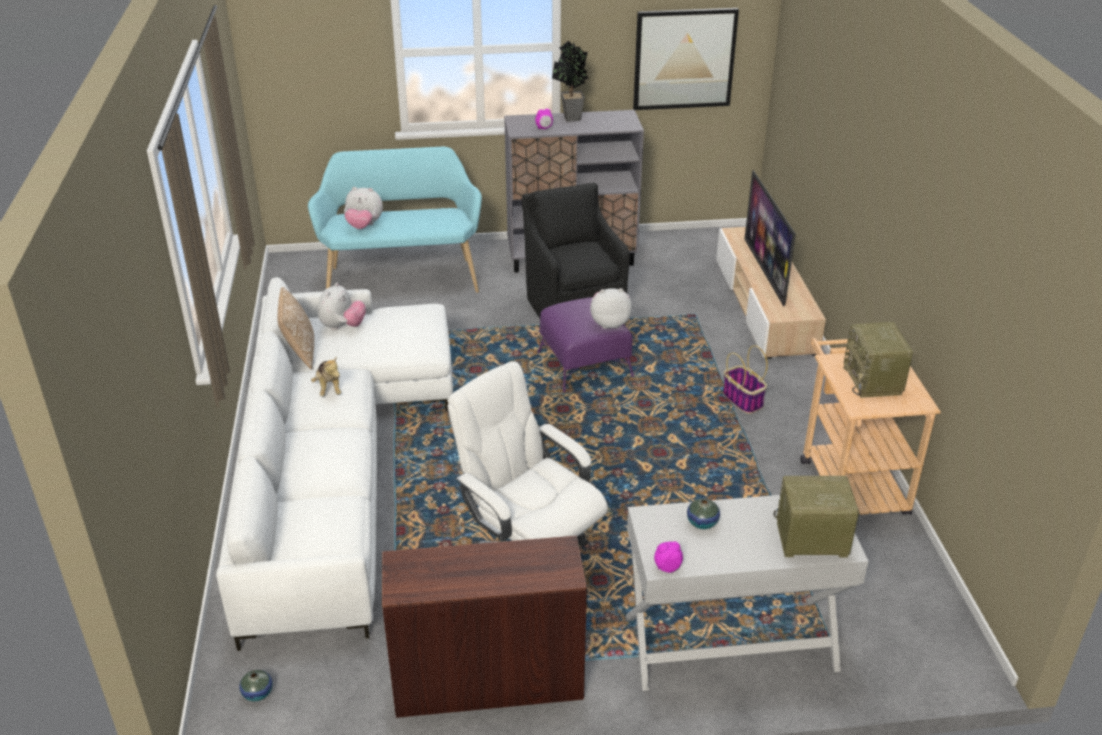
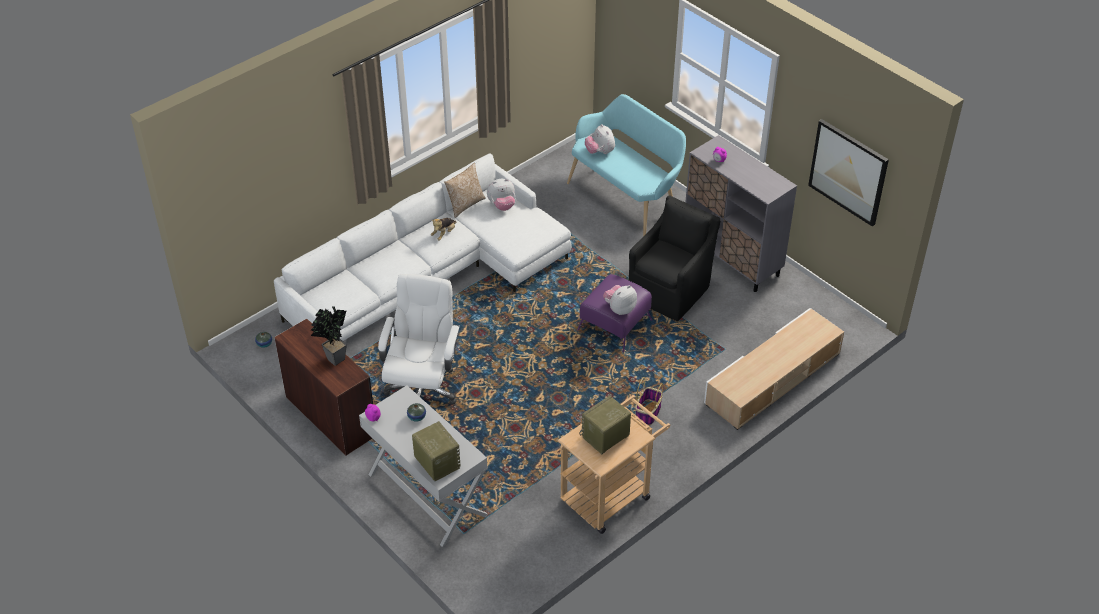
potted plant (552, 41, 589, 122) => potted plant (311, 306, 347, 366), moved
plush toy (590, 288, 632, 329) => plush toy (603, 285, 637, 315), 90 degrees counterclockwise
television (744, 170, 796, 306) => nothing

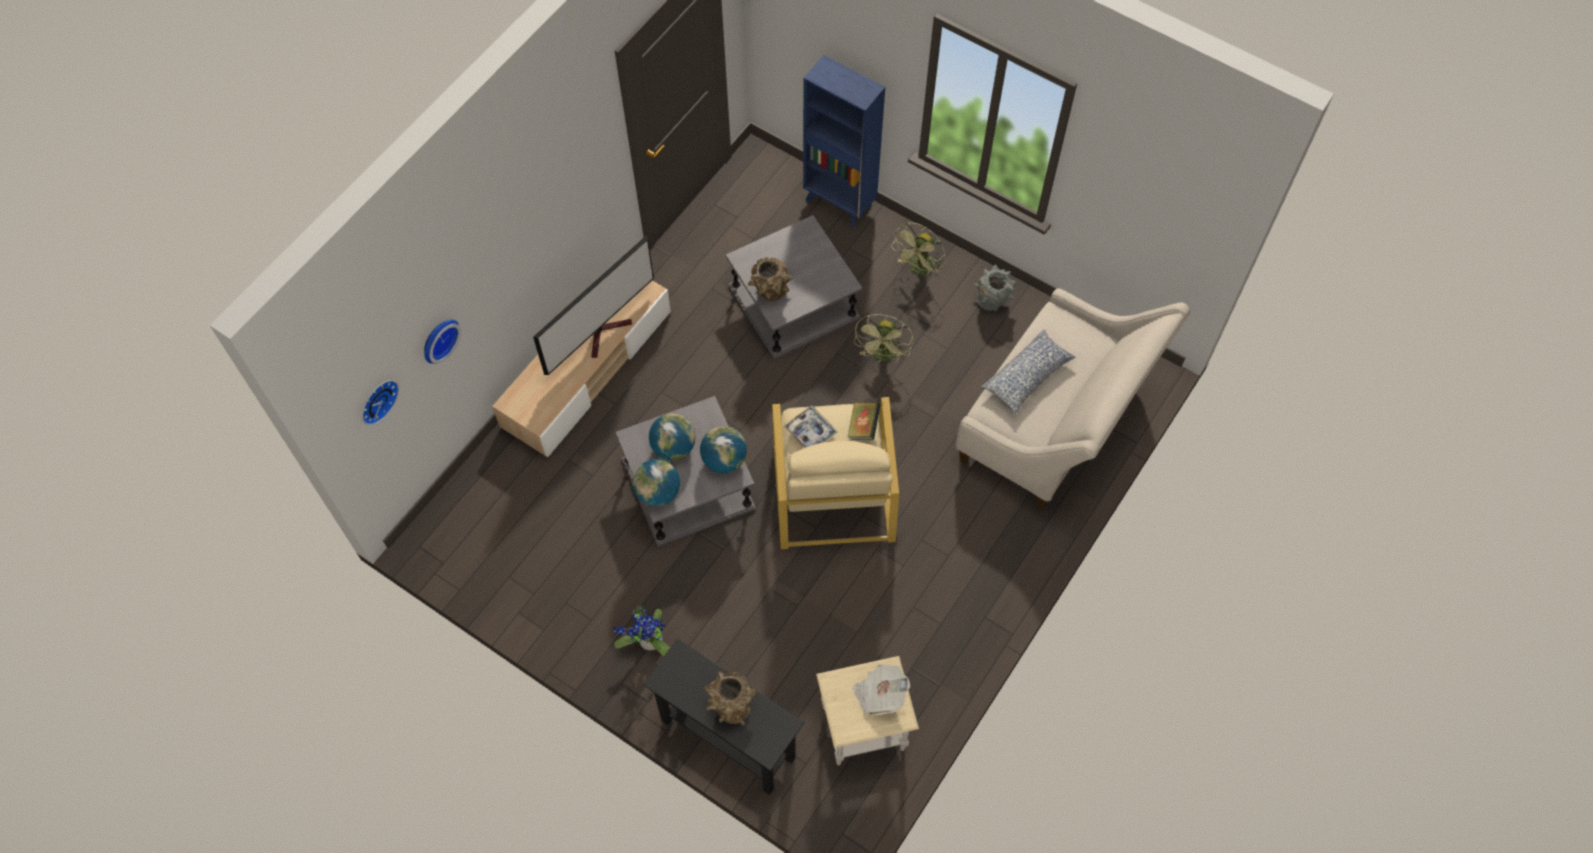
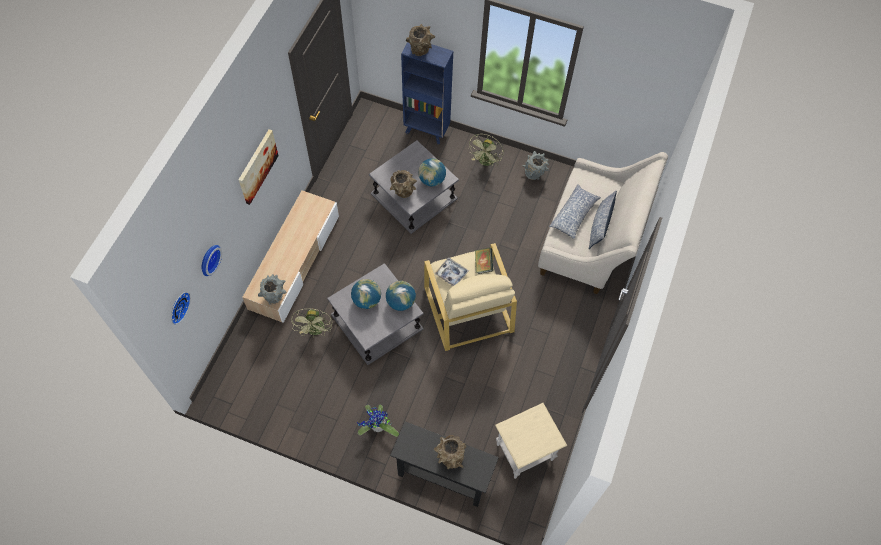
television (533, 235, 654, 375) => nothing
globe (633, 459, 680, 506) => globe (418, 158, 446, 186), moved
newspaper (852, 665, 910, 715) => nothing
fan (green) (854, 314, 914, 362) => fan (green) (291, 308, 332, 338), moved
nothing => picture (238, 129, 279, 205)
nothing => vase (grey) (258, 274, 286, 305)
nothing => vase (brown) (406, 24, 435, 56)
nothing => pillow (589, 191, 617, 249)

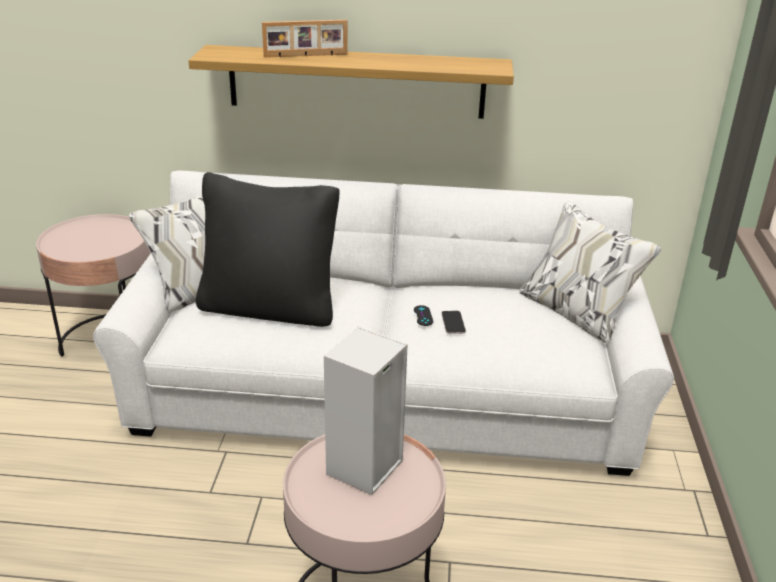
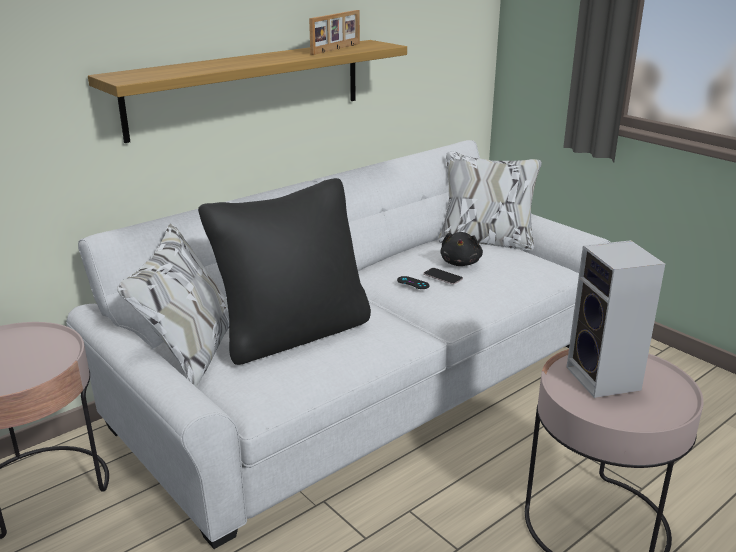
picture frame (262, 20, 347, 58) => picture frame (309, 10, 360, 55), moved
nothing => plush toy (black) (440, 232, 483, 266)

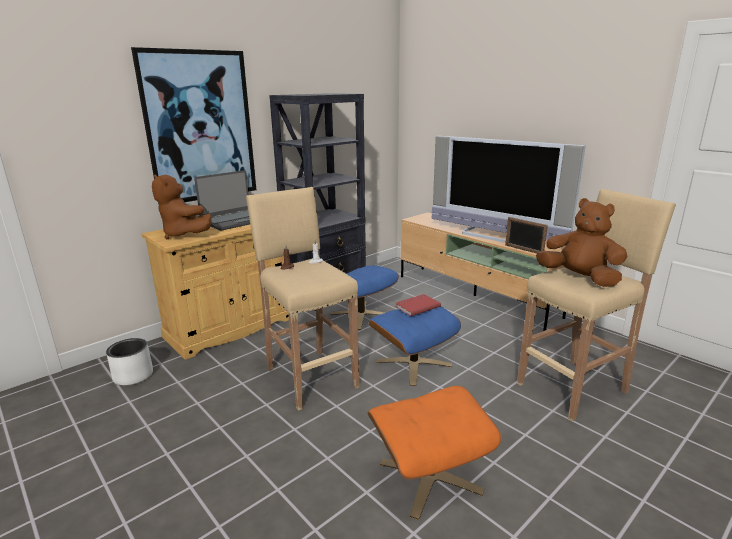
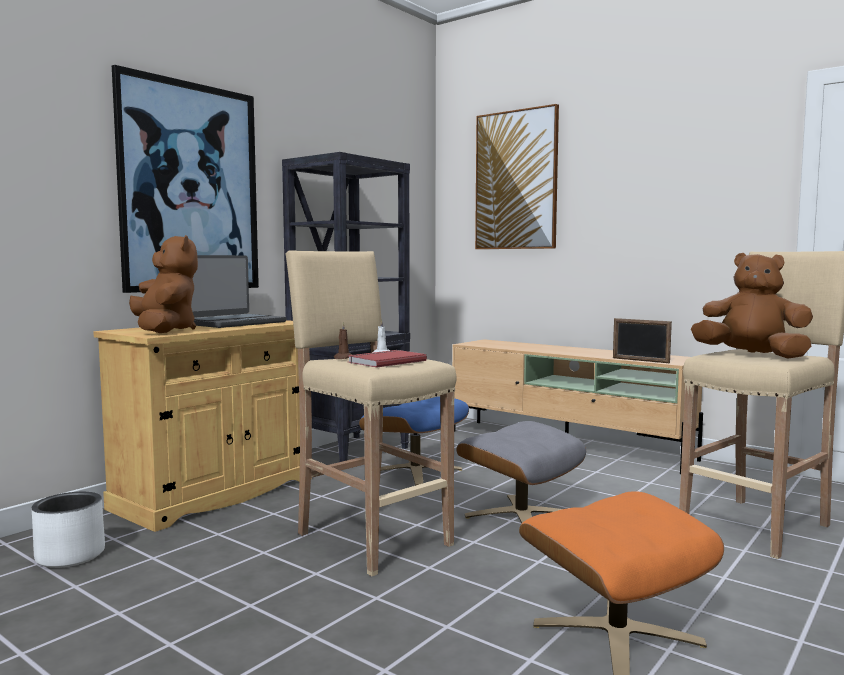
plush toy (brown) (152, 174, 212, 240) => plush toy (brown) (129, 235, 198, 333), 150 degrees counterclockwise
ottoman (blue) (369, 306, 461, 386) => ottoman (grey) (456, 421, 586, 523)
book (red) (395, 294, 441, 316) => book (red) (348, 350, 427, 368), moved
television (432, 136, 586, 243) => nothing
nothing => picture (475, 104, 559, 249)

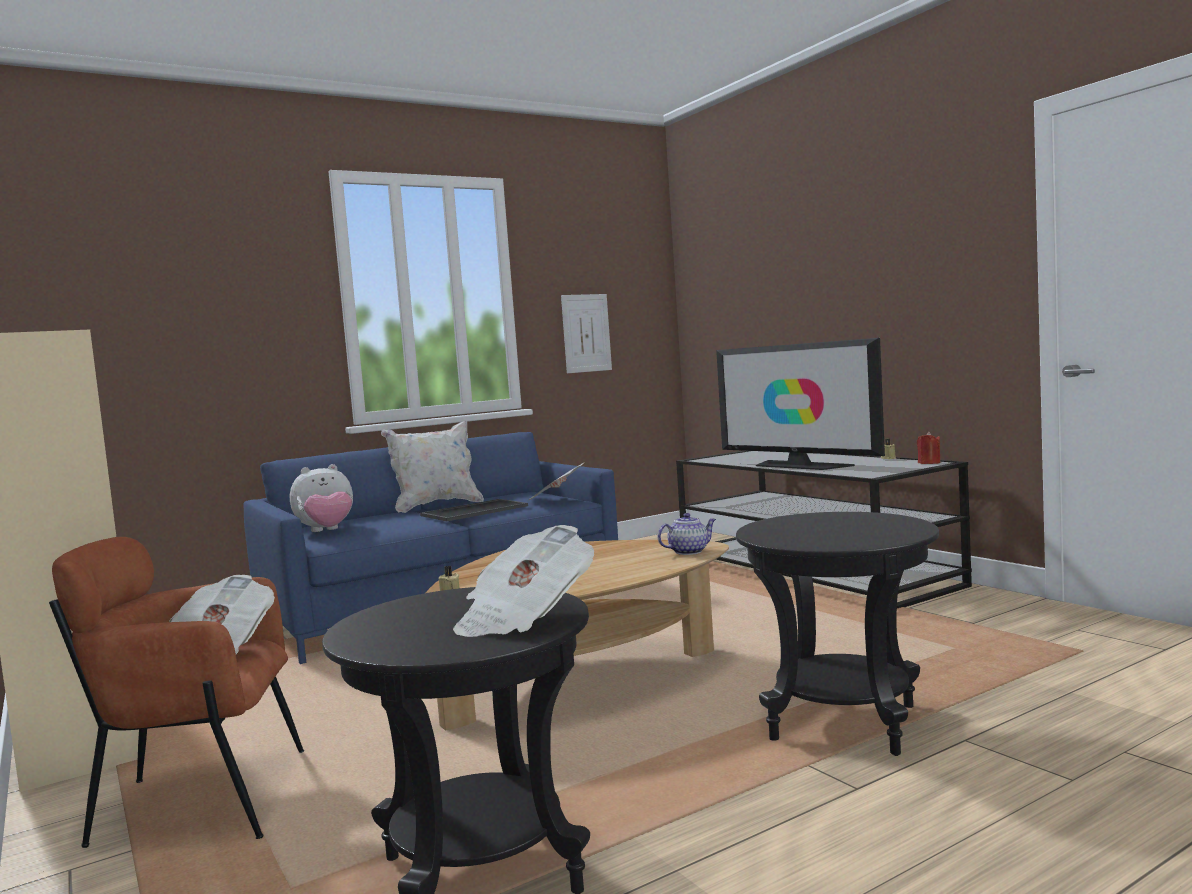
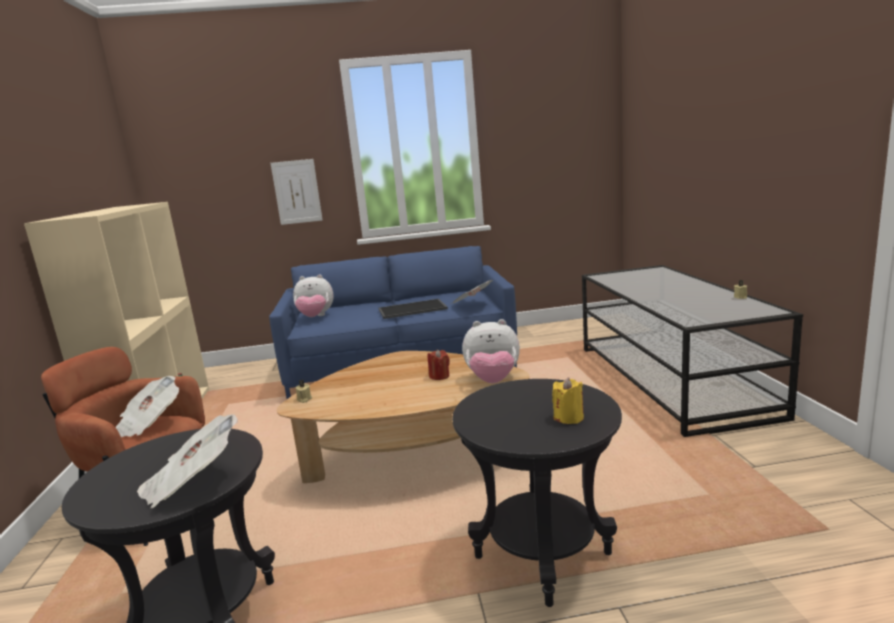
pillow (white) (381, 421, 484, 513) => nothing
picture (561, 294, 612, 373) => picture (271, 159, 323, 225), moved
teapot (658, 513, 716, 555) => plush toy (462, 319, 520, 383)
television (716, 338, 885, 470) => nothing
candle (red) (917, 432, 940, 464) => candle (red) (428, 349, 450, 380), moved
nothing => candle (yellow) (552, 377, 584, 424)

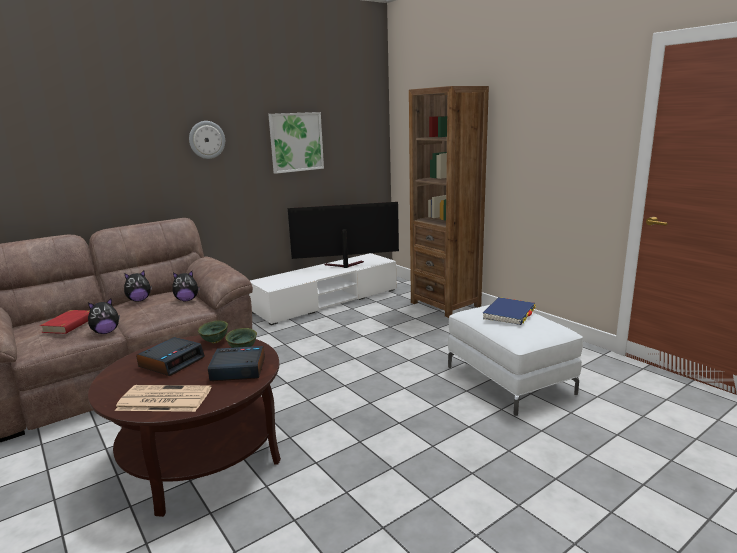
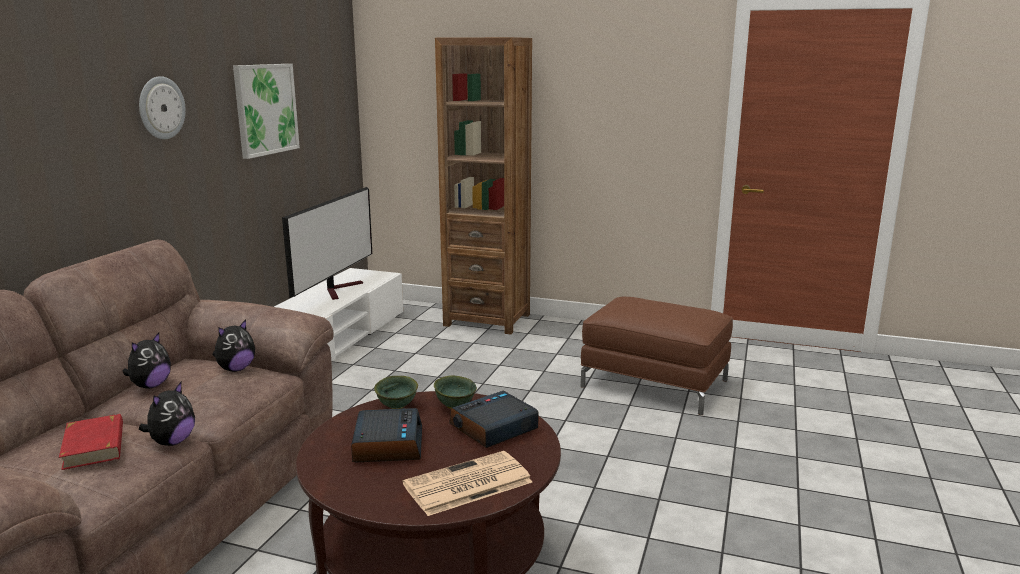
television (288, 202, 399, 268) => television (282, 187, 372, 300), 150 degrees clockwise
ottoman (white) (448, 305, 583, 416) => ottoman (brown) (581, 297, 733, 415)
book (blue) (483, 297, 536, 325) => nothing

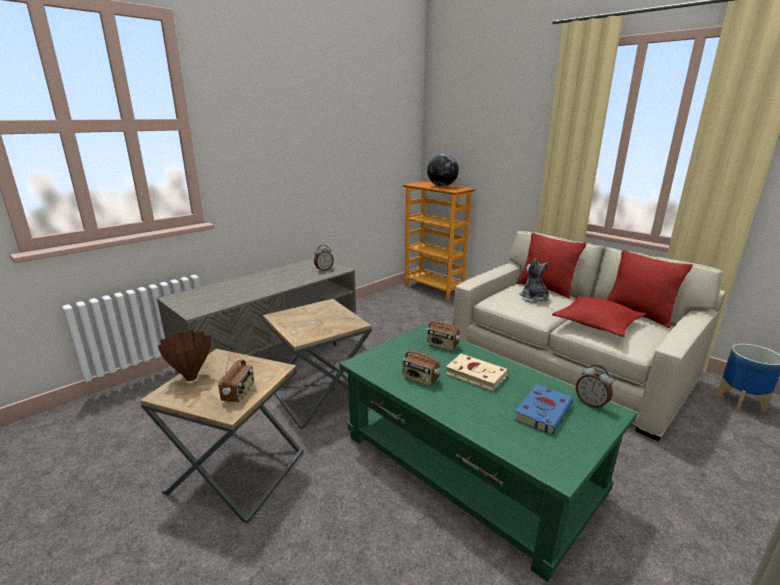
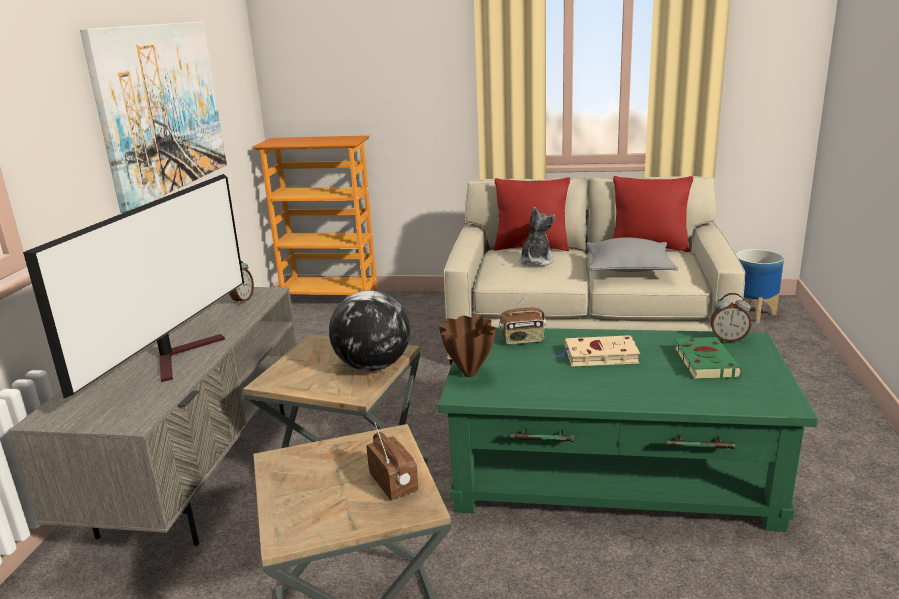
vase (brown) (158, 330, 211, 381) => vase (brown) (439, 315, 496, 377), moved
radio (403, 343, 440, 386) => nothing
globe (427, 154, 459, 187) => globe (329, 290, 410, 371), moved
book (blue) (514, 384, 573, 435) => book (green) (674, 337, 742, 380)
plush toy (519, 258, 550, 303) => plush toy (519, 207, 555, 266), 75 degrees clockwise
pillow (red) (552, 296, 646, 337) => pillow (grey) (586, 238, 678, 272)
nothing => television (23, 174, 244, 398)
nothing => picture (80, 21, 227, 213)

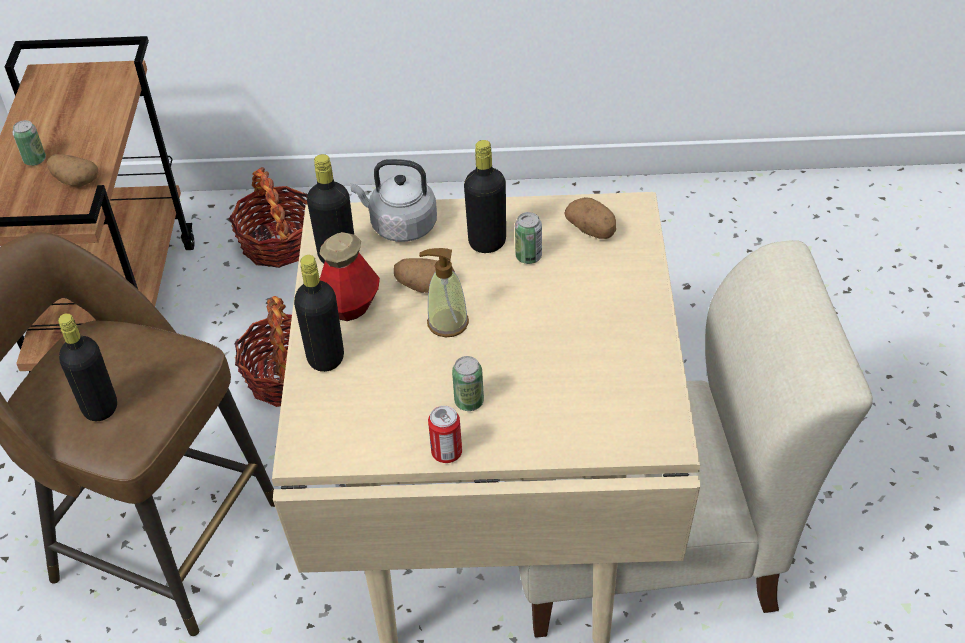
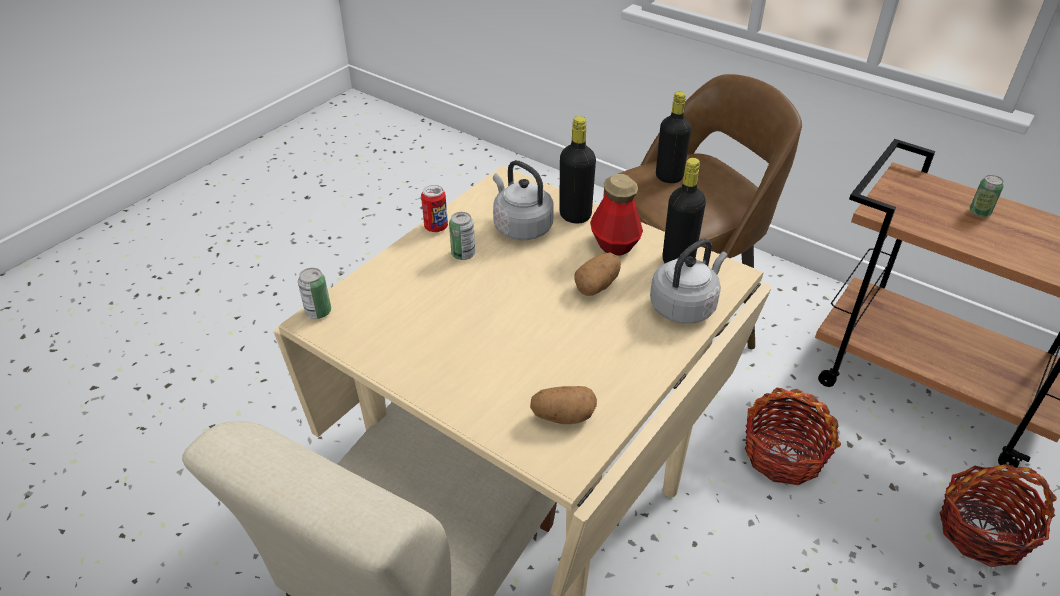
potato (47, 154, 98, 186) => nothing
soap dispenser (419, 248, 469, 337) => nothing
bottle (black) (464, 140, 506, 253) => nothing
can (515, 212, 542, 264) => can (298, 268, 331, 319), moved
nothing => kettle (grey) (493, 160, 554, 240)

